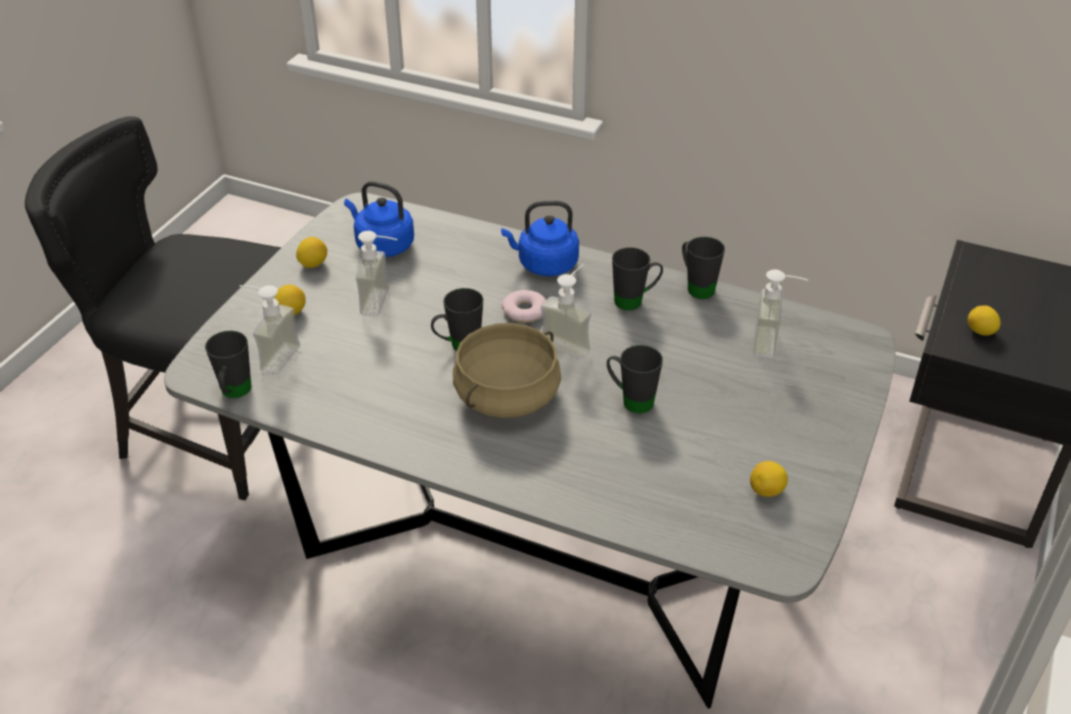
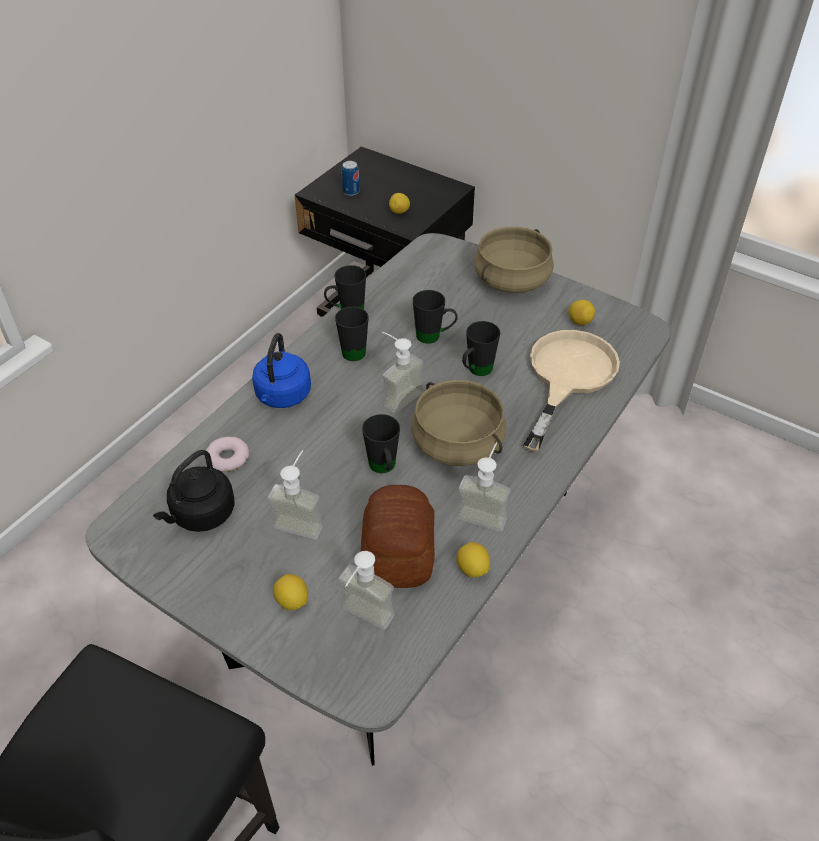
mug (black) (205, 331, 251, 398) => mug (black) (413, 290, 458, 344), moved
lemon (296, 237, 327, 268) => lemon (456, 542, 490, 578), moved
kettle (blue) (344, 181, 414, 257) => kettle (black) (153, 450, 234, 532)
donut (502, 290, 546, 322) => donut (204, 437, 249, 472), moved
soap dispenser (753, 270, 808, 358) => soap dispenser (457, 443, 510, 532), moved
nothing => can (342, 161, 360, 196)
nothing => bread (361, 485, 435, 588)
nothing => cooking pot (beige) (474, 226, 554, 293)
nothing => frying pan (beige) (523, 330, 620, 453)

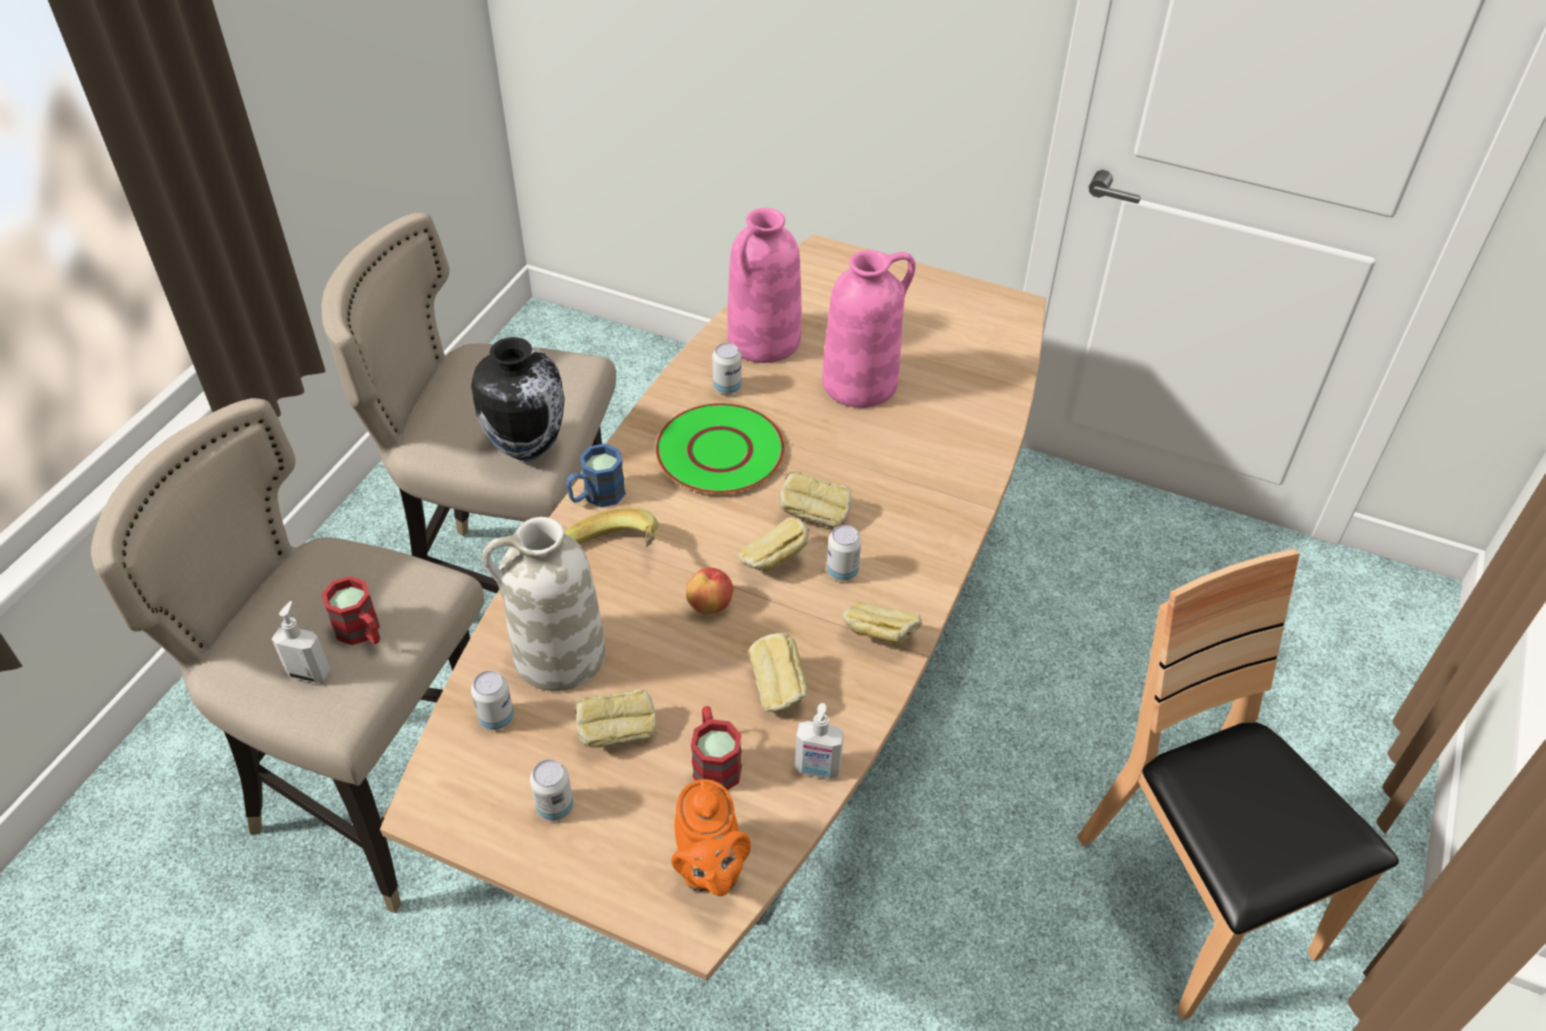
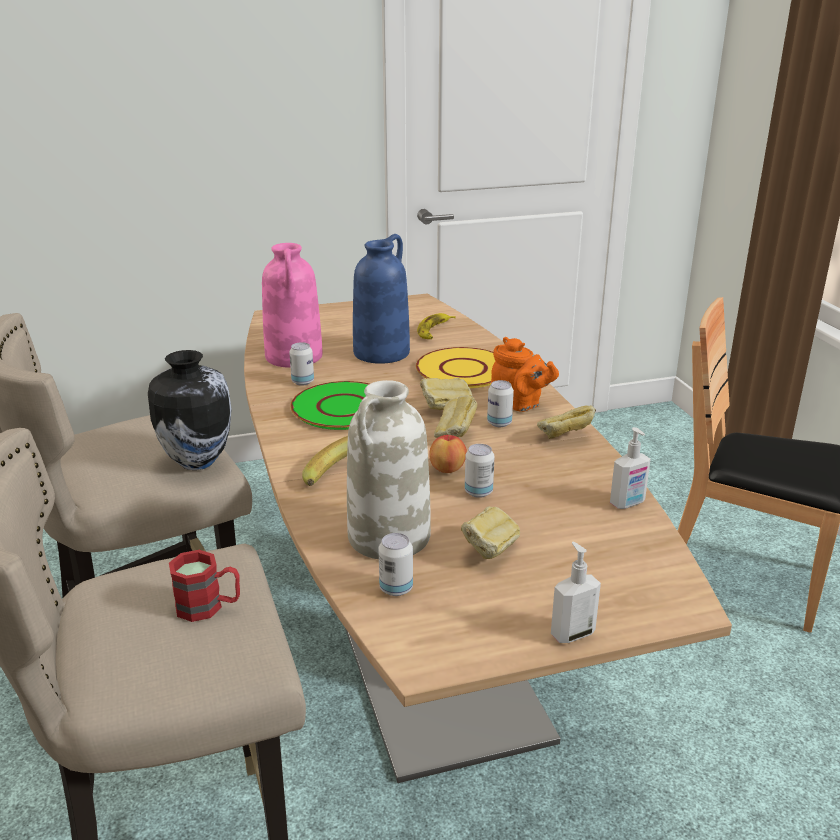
soap dispenser (272, 601, 331, 683) => soap dispenser (551, 541, 601, 643), moved
can (530, 759, 573, 821) => can (465, 444, 495, 498), moved
mug (blue) (566, 443, 626, 507) => nothing
teapot (orange) (671, 779, 751, 896) => teapot (orange) (491, 337, 559, 412), moved
mug (red) (691, 706, 742, 791) => nothing
bread (749, 632, 807, 712) => nothing
vase (pink) (822, 250, 916, 408) => vase (blue) (353, 234, 410, 364)
nothing => plate (yellow) (416, 347, 495, 388)
nothing => banana (417, 313, 456, 339)

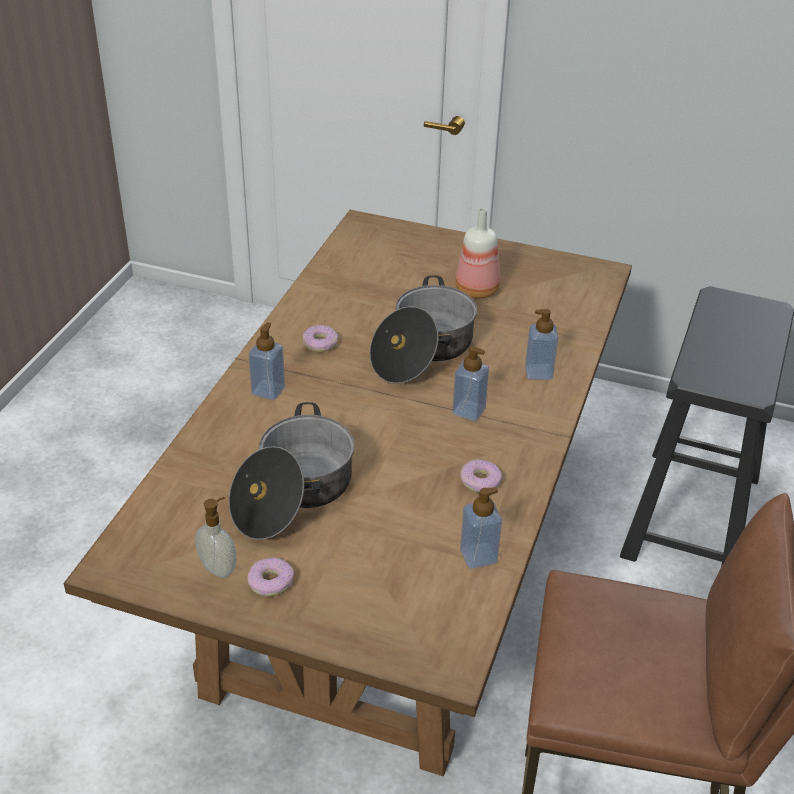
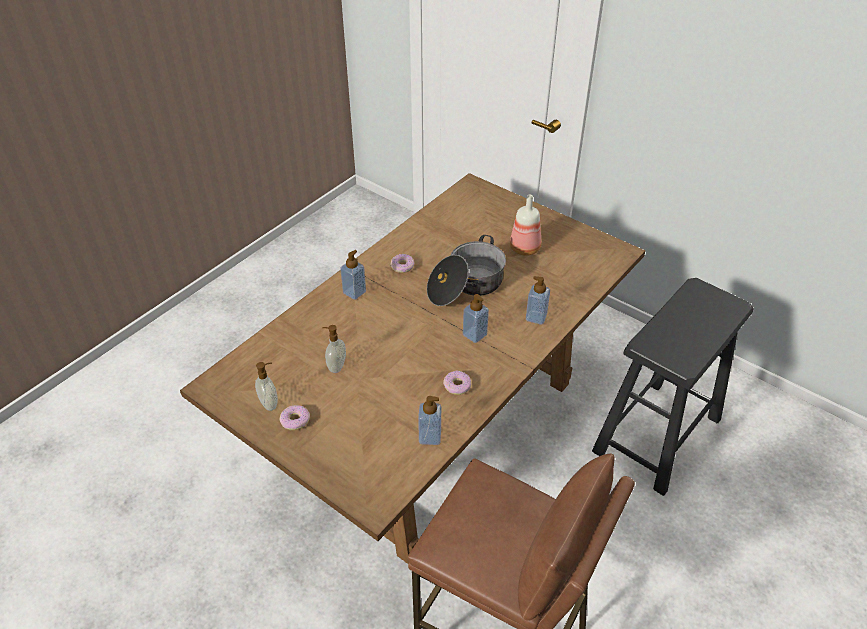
cooking pot (229, 402, 354, 540) => soap dispenser (322, 325, 346, 373)

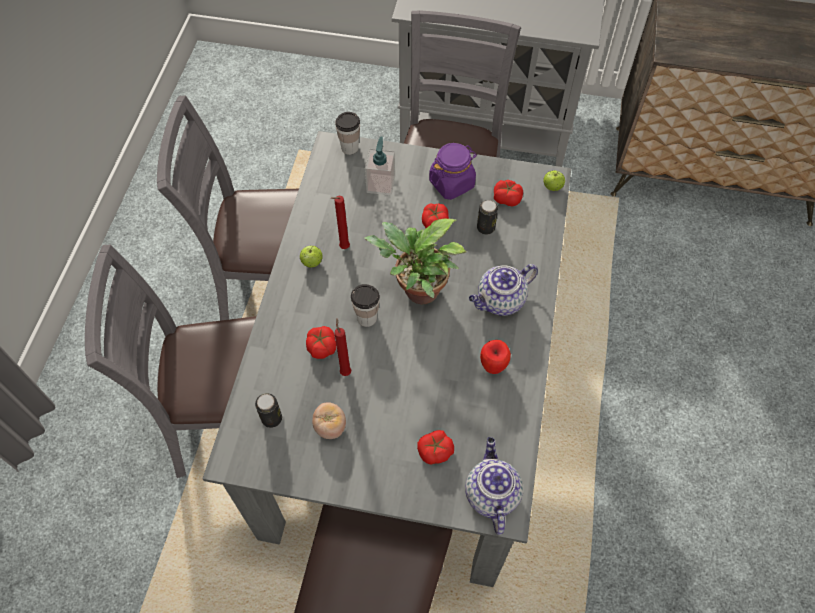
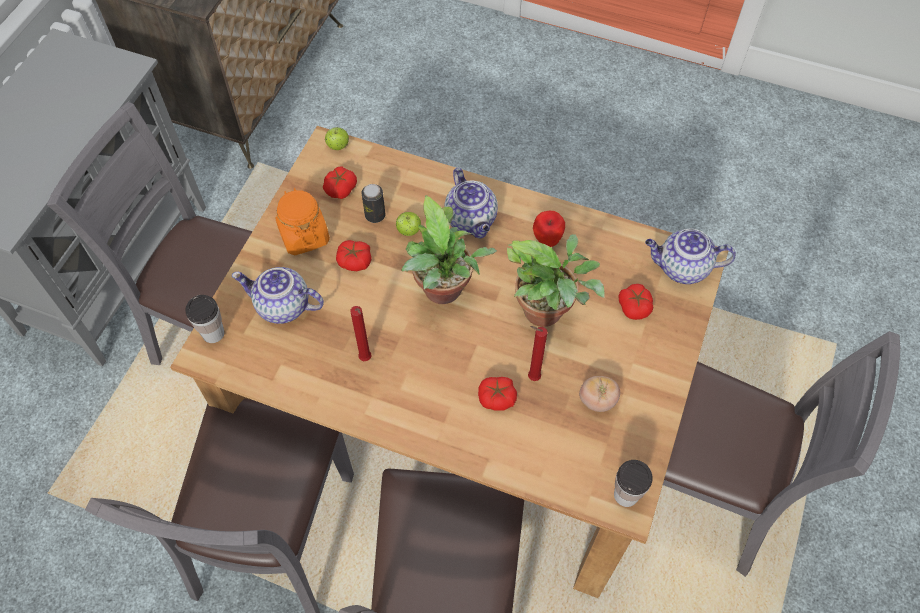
dining table (grey) (202, 131, 571, 587) => dining table (brown) (170, 126, 728, 598)
can (255, 393, 282, 428) => nothing
apple (300, 246, 323, 267) => apple (396, 212, 421, 236), moved
cup (351, 284, 380, 327) => cup (614, 460, 653, 507), moved
soap dispenser (365, 136, 395, 195) => teapot (232, 267, 324, 324)
jar (purple) (429, 143, 477, 200) => jar (orange) (275, 188, 330, 255)
nothing => potted plant (507, 234, 605, 327)

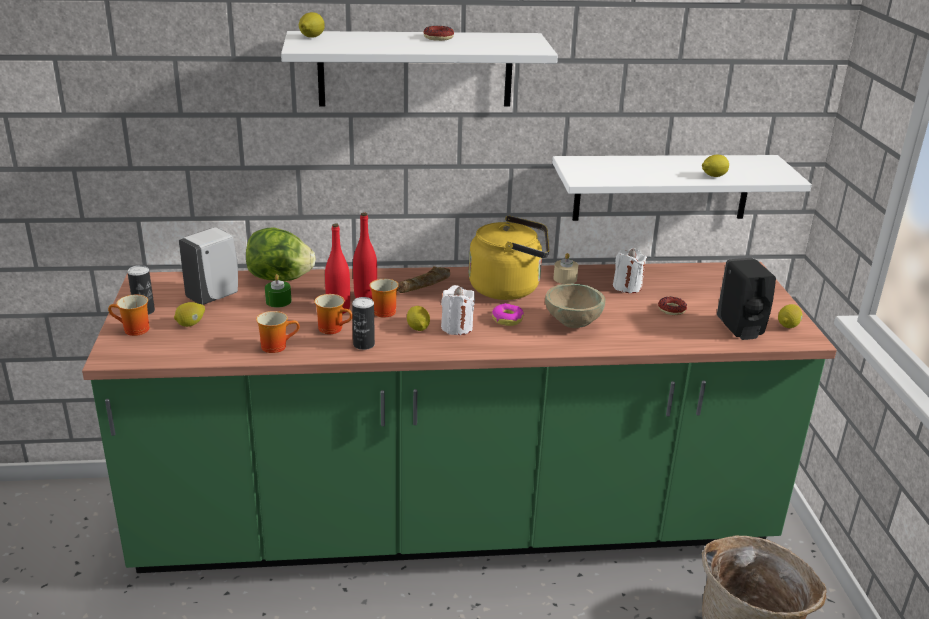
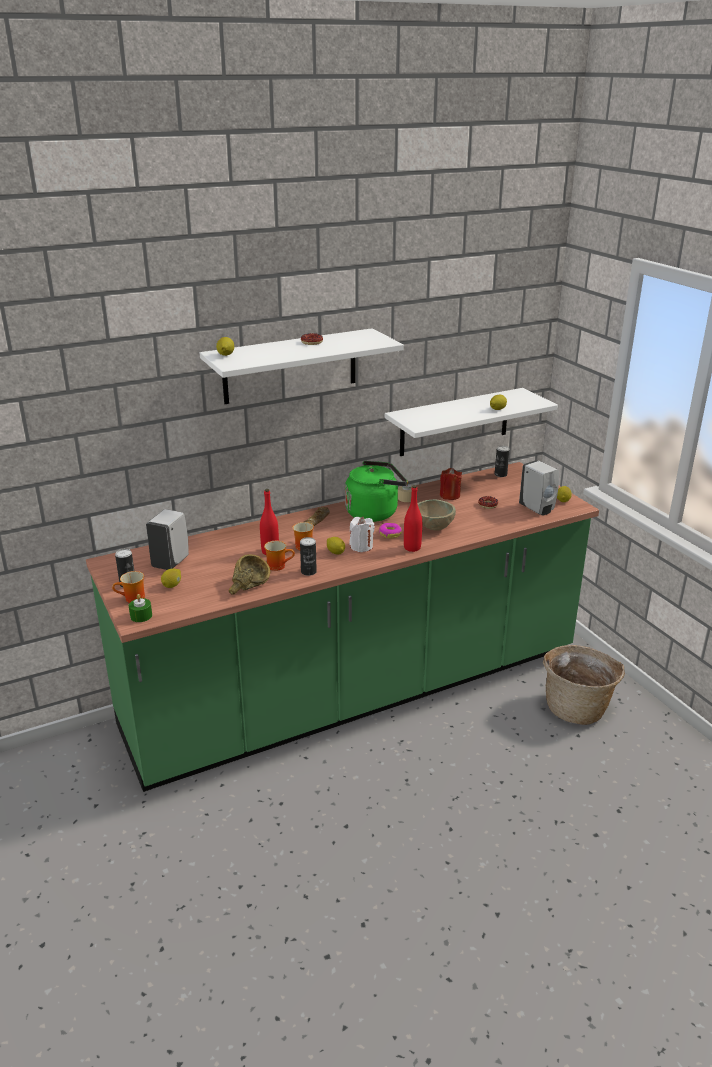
lettuce (246, 228, 316, 281) => nothing
mug (256, 311, 300, 353) => bowl (brown) (229, 554, 270, 595)
candle (green) (265, 274, 291, 308) => candle (green) (129, 594, 152, 622), moved
bottle (red) (353, 212, 377, 299) => bottle (red) (404, 485, 422, 552), moved
kettle (yellow) (469, 216, 549, 300) => kettle (green) (345, 461, 407, 522)
candle (white) (613, 248, 647, 293) => candle (red) (440, 468, 462, 500)
soap dispenser (black) (717, 258, 776, 340) => soap dispenser (white) (519, 460, 559, 516)
nothing => can (495, 446, 510, 477)

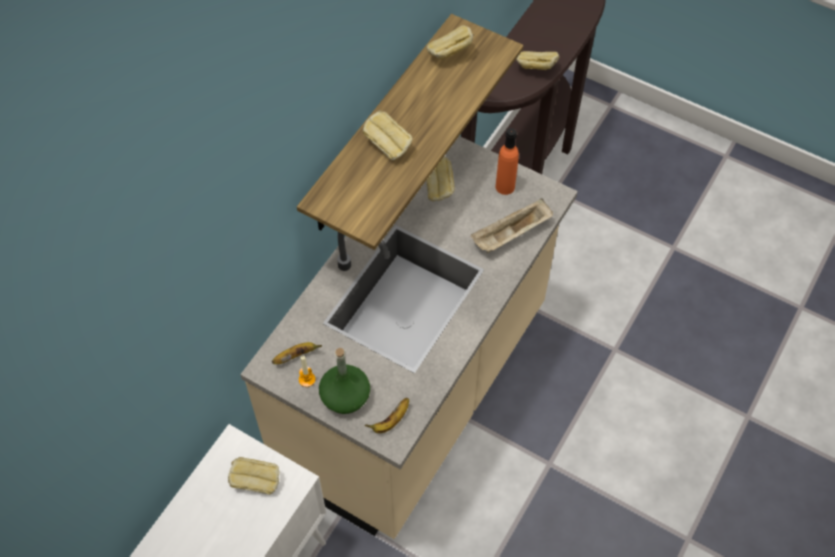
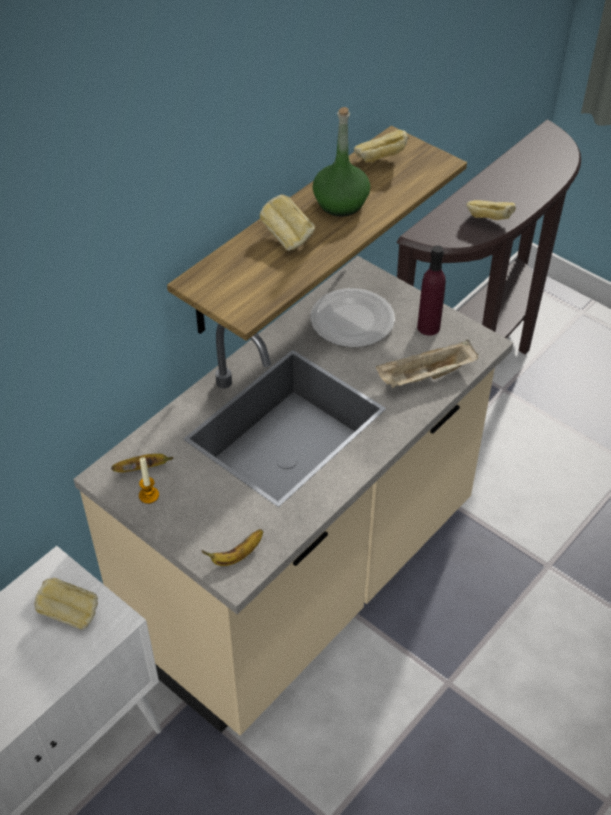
bottle (green) (319, 348, 370, 414) => bottle (green) (313, 107, 370, 217), moved
bread (426, 156, 455, 201) => plate (310, 288, 395, 347)
bottle (orange) (495, 128, 519, 195) => bottle (purple) (417, 245, 446, 336)

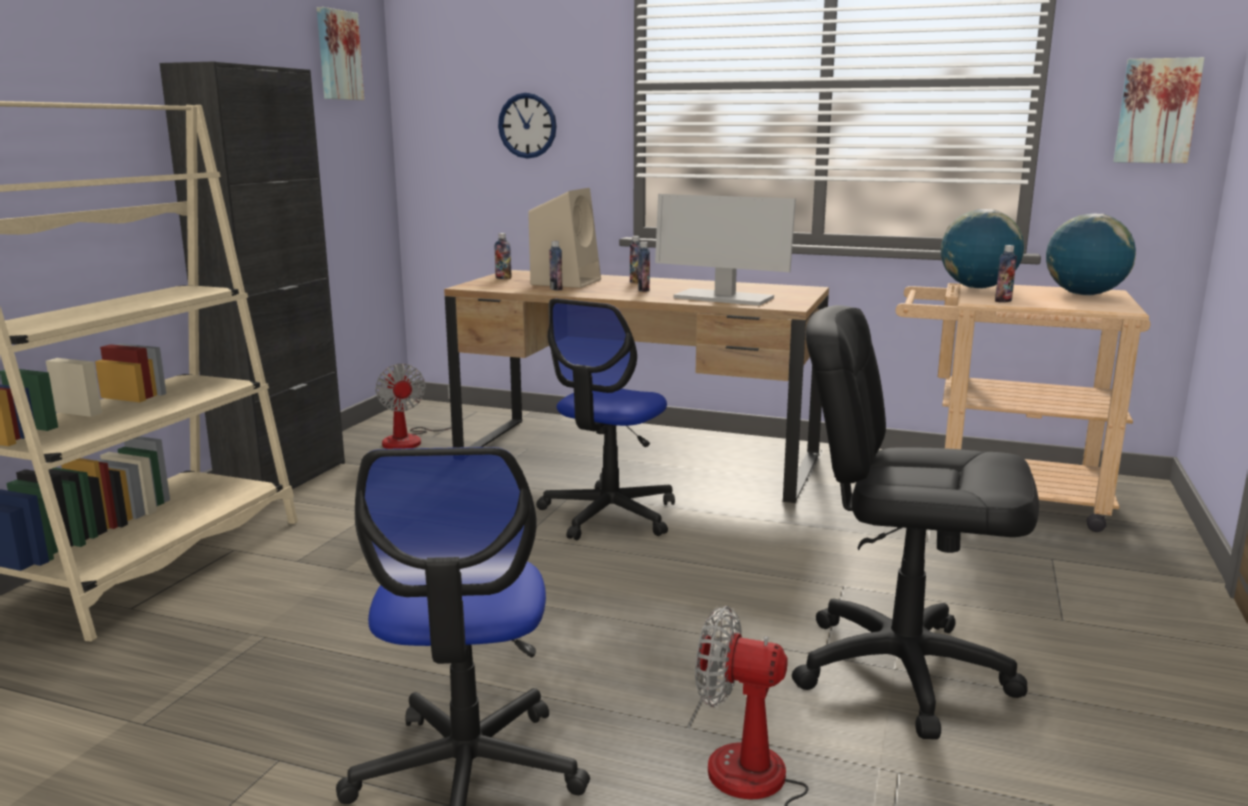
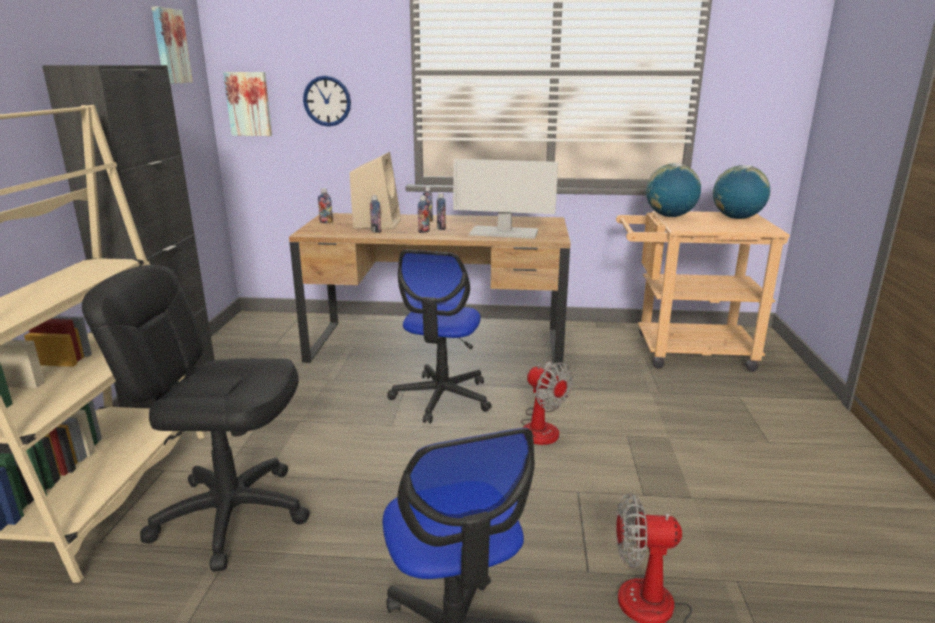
fan (375, 364, 452, 449) => fan (521, 361, 573, 445), moved
office chair (black) (792, 305, 1039, 739) => office chair (black) (82, 265, 310, 572), moved
bottle (995, 245, 1017, 302) => bottle (418, 196, 430, 233), moved
picture (1113, 57, 1205, 163) => picture (223, 72, 272, 136), moved

